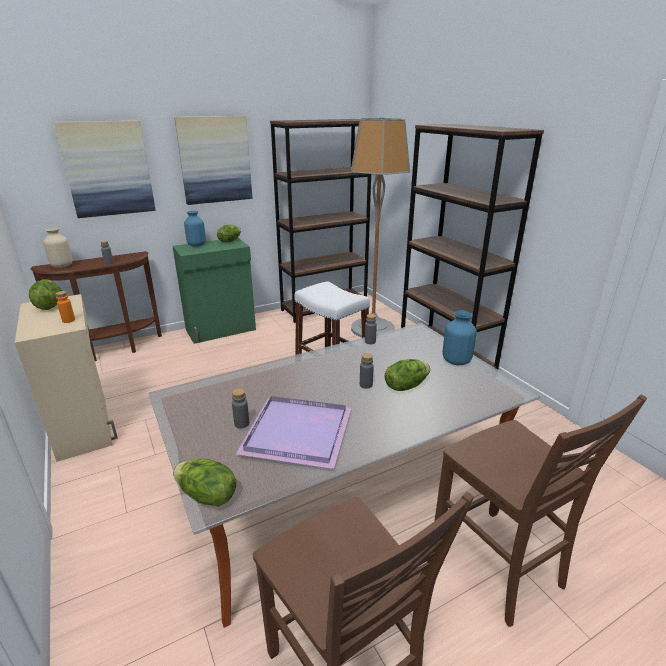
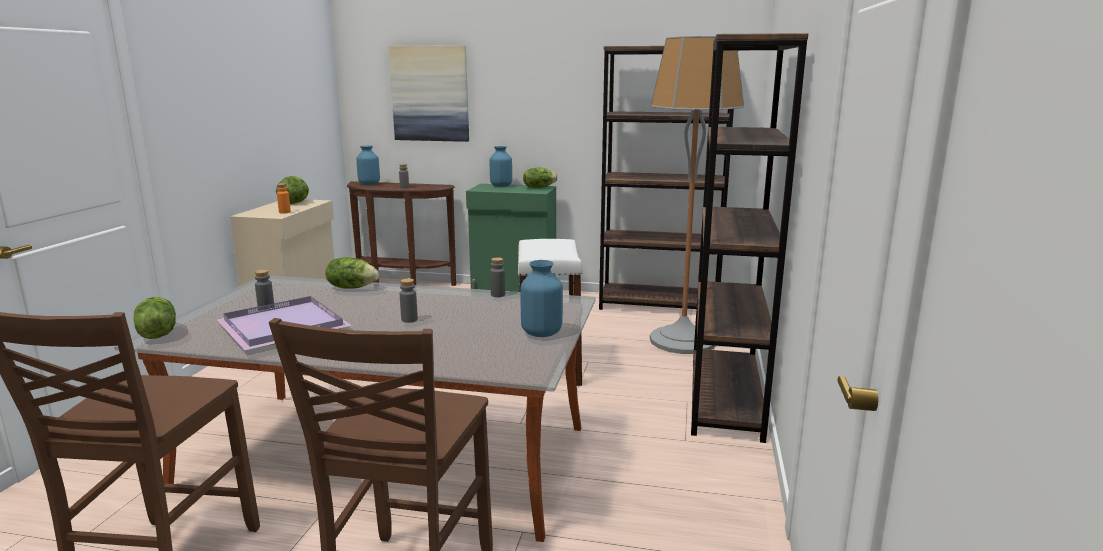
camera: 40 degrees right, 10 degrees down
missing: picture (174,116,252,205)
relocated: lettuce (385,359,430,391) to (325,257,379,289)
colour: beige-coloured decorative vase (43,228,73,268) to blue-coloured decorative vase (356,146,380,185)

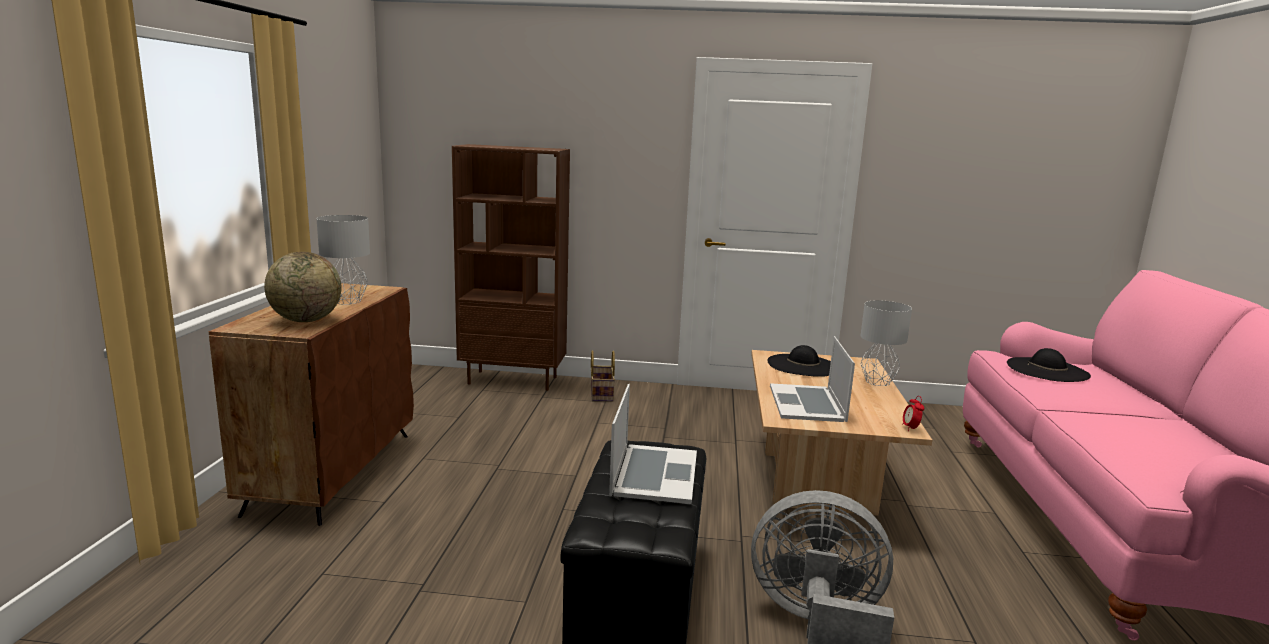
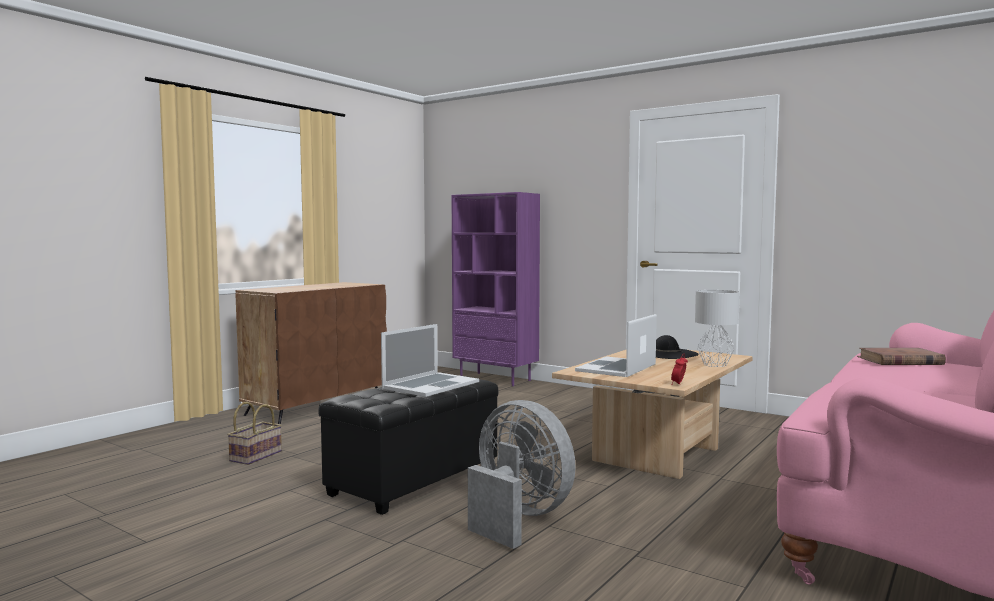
camera: 30 degrees right, 10 degrees down
missing: world globe (264,252,342,322); greyish lamp for a table (316,215,370,305)
relocated: household basket (591,350,615,402) to (227,402,282,465)
exchanged: black-coloured wearable hat (1007,348,1091,382) to brownish bound book (857,348,946,365)
colour: brownish shelving unit (452,144,570,391) to purplish shelving unit (452,192,540,386)

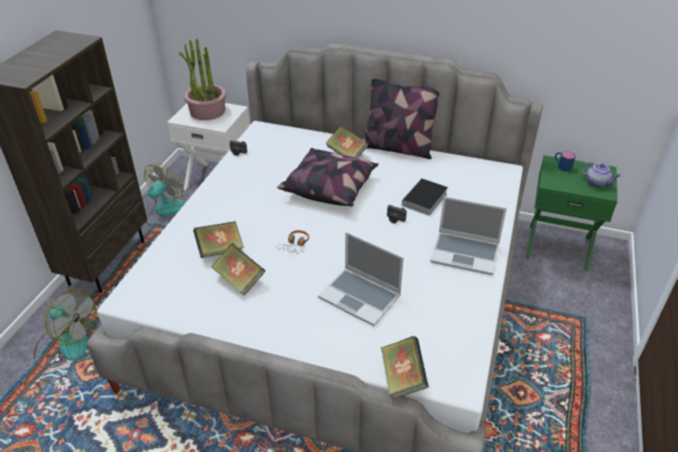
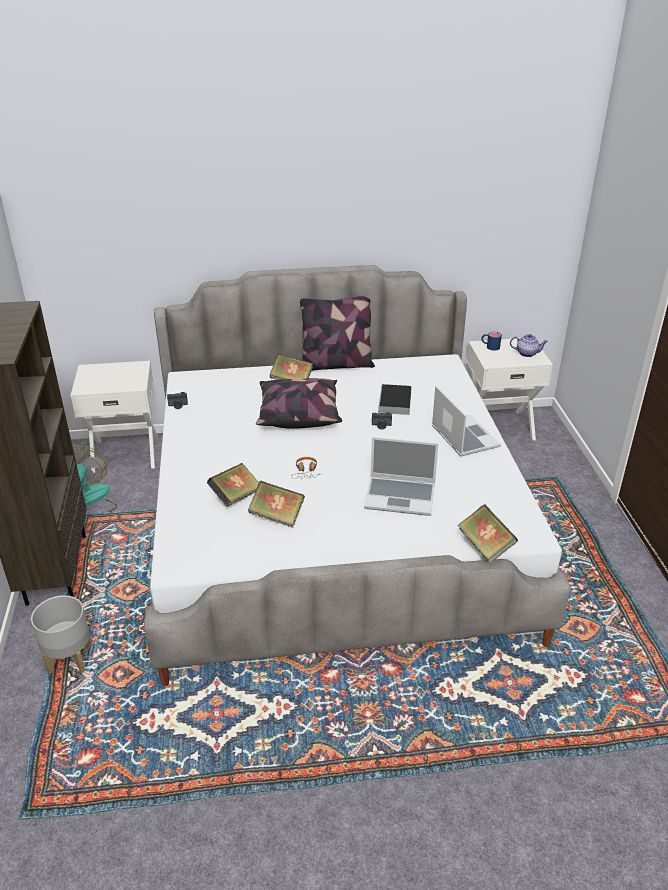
camera: 25 degrees left, 5 degrees down
missing: houseplant (179,38,227,120)
exchanged: fan (34,288,96,361) to greyish flower pot (31,595,91,674)
colour: green-coloured night table (526,155,618,272) to white night table (467,338,553,440)
spun: portable computer (430,196,507,275) = (432,386,501,456) 105 degrees counterclockwise

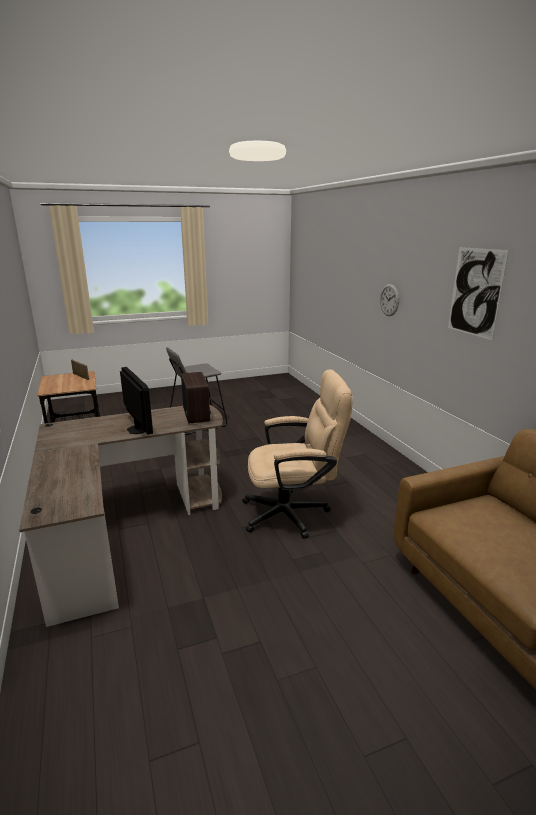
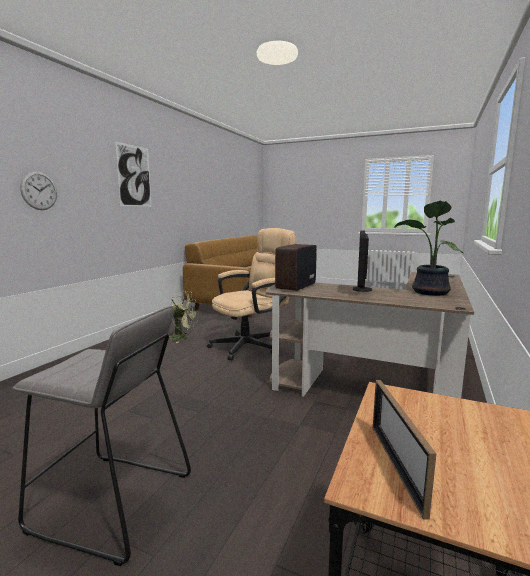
camera: 135 degrees left, 10 degrees down
appeared: green-coloured fan (168,290,199,343); houseplant (394,201,463,296)
spun: beige-coloured computer chair (242,369,353,539) = (207,228,296,360) 105 degrees clockwise

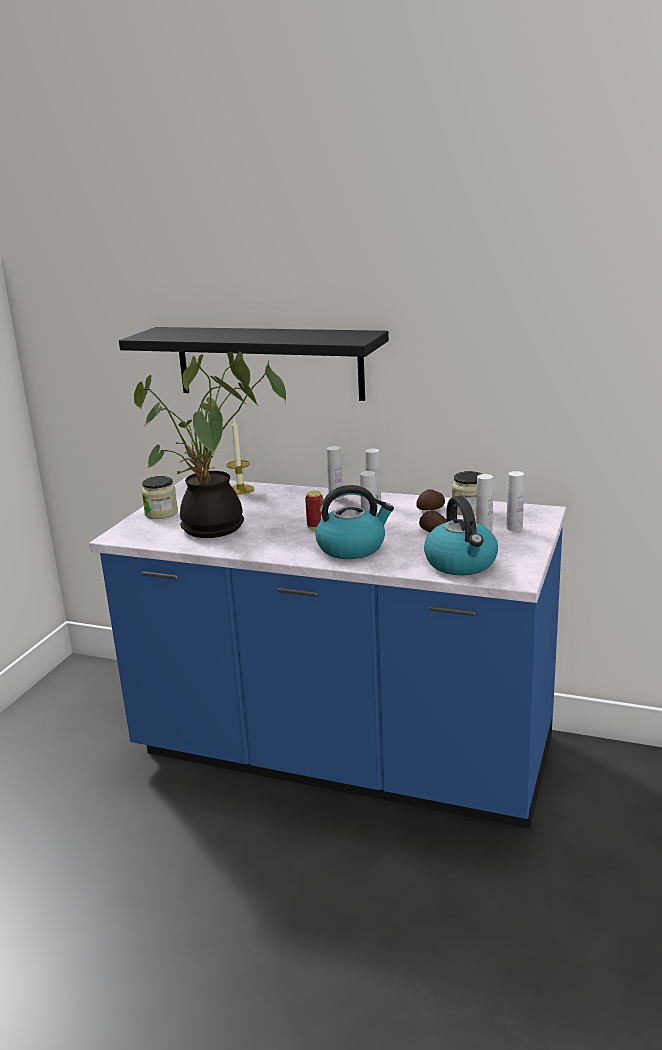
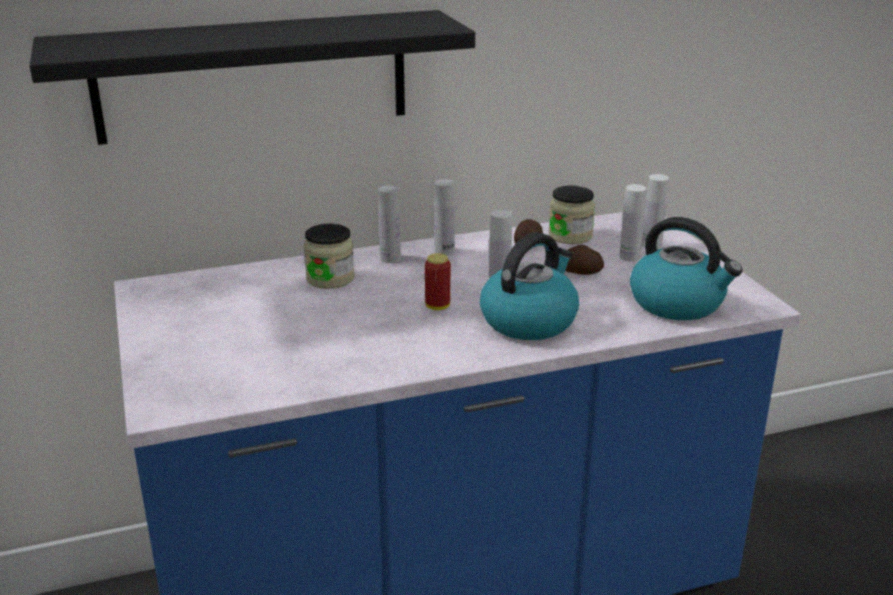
camera: 40 degrees left, 5 degrees up
missing: houseplant (134,351,286,538); candle (226,419,254,495)
relocated: storage jar (142,476,178,519) to (304,224,354,289)

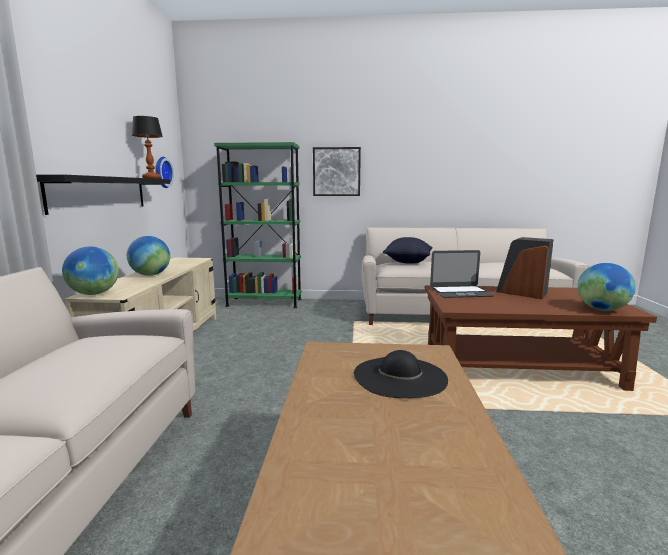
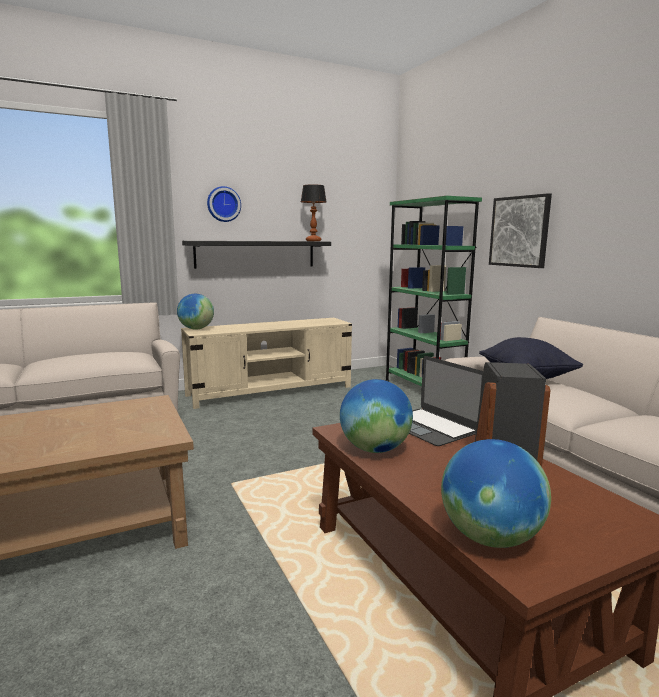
camera: 60 degrees right, 0 degrees up
missing: black-coloured wearable hat (354,350,448,398)
relocated: world globe (127,236,170,276) to (340,379,413,453); hanging clock (155,157,174,188) to (207,186,241,222)

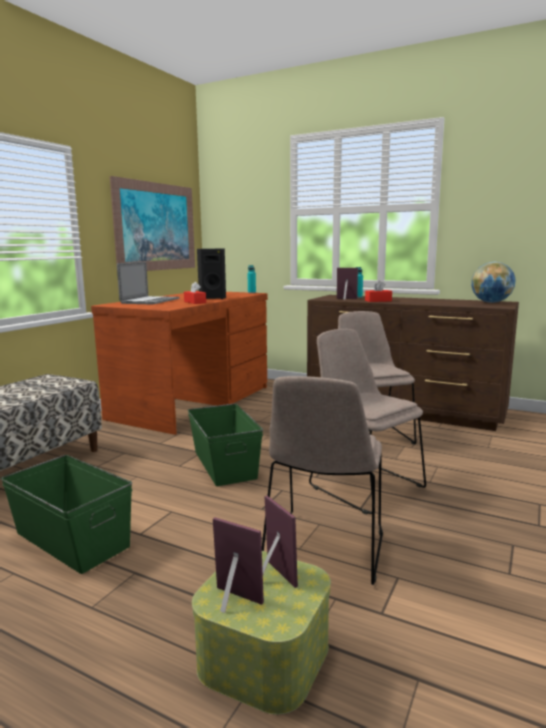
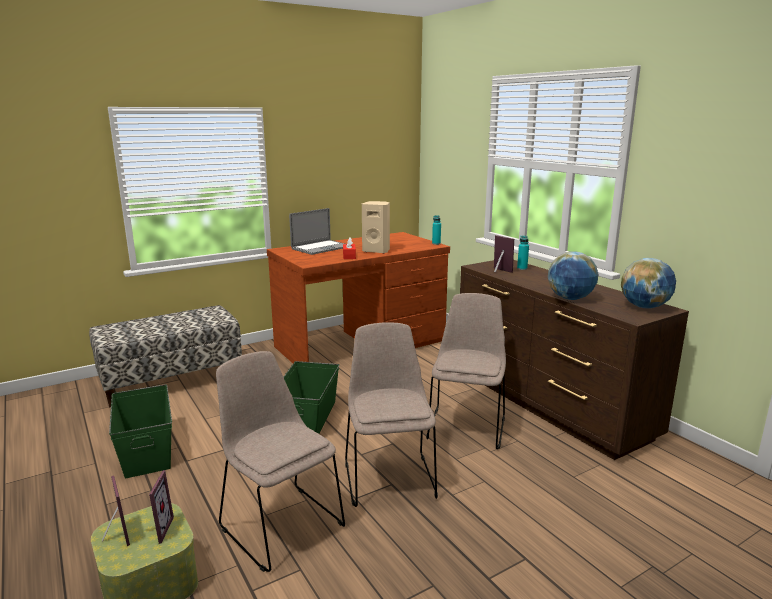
camera: 30 degrees right, 5 degrees up
missing: picture (110,176,195,271); red-coloured tissue box (365,281,392,302)
appeared: world globe (548,251,598,300)
colour: black-coloured speaker (197,249,226,299) to beige-coloured speaker (362,201,390,254)
spun: beige-coloured upright chair (262,376,383,585) = (216,351,345,572) 90 degrees clockwise

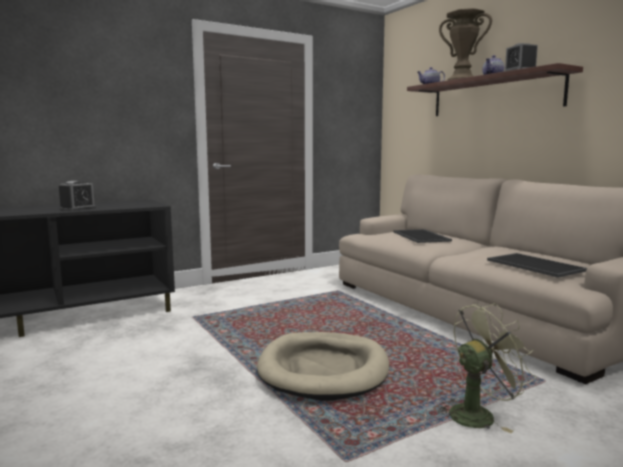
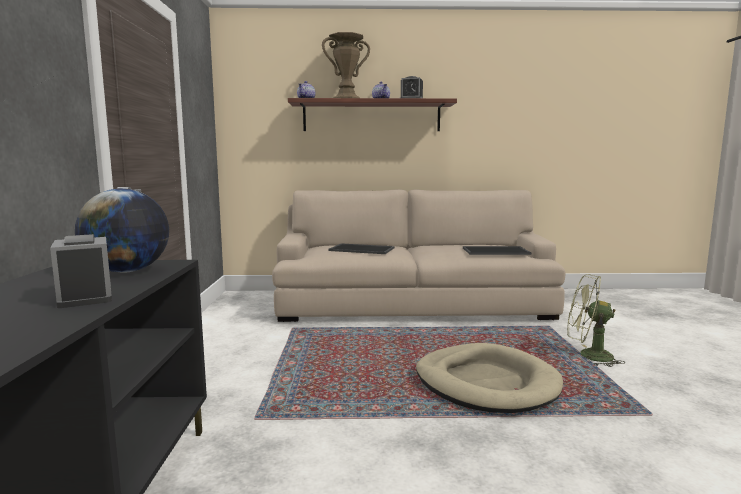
camera: 60 degrees left, 0 degrees up
appeared: world globe (75,189,169,273)
spun: green-coloured fan (438,303,536,433) = (567,274,625,367) 75 degrees counterclockwise

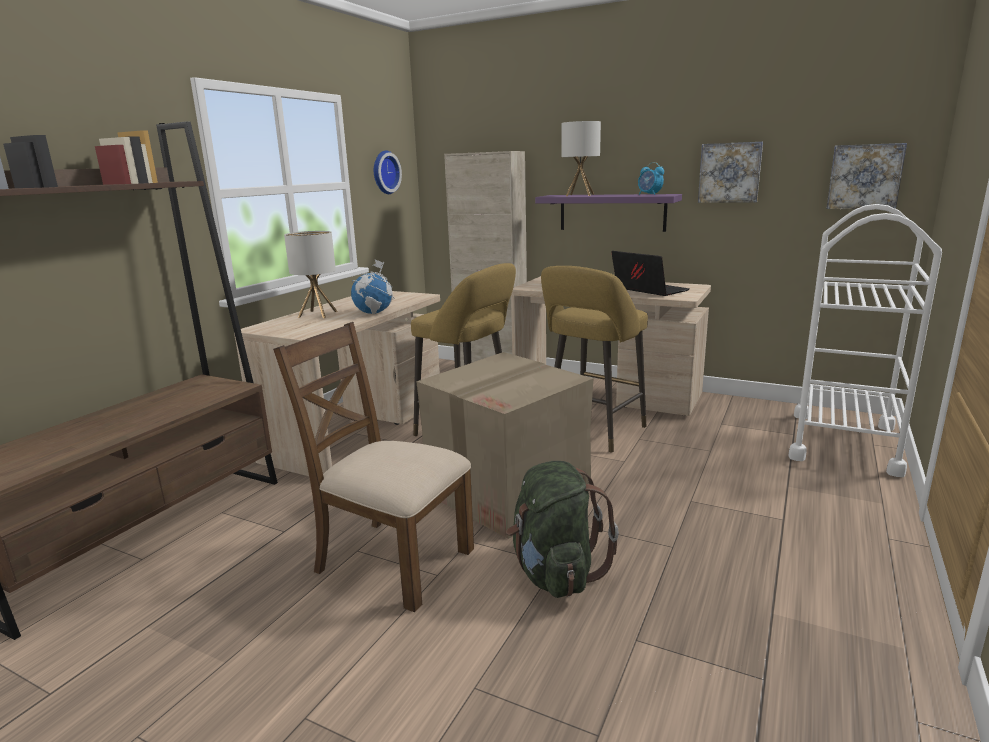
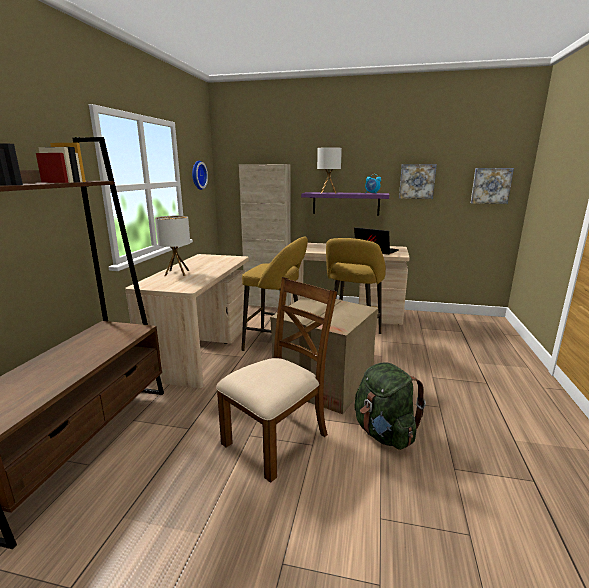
camera: 15 degrees left, 0 degrees up
missing: world globe (351,259,395,314); white cart (788,204,942,477)
spun: brownish upright chair (273,322,474,612) = (216,277,337,483) 120 degrees clockwise

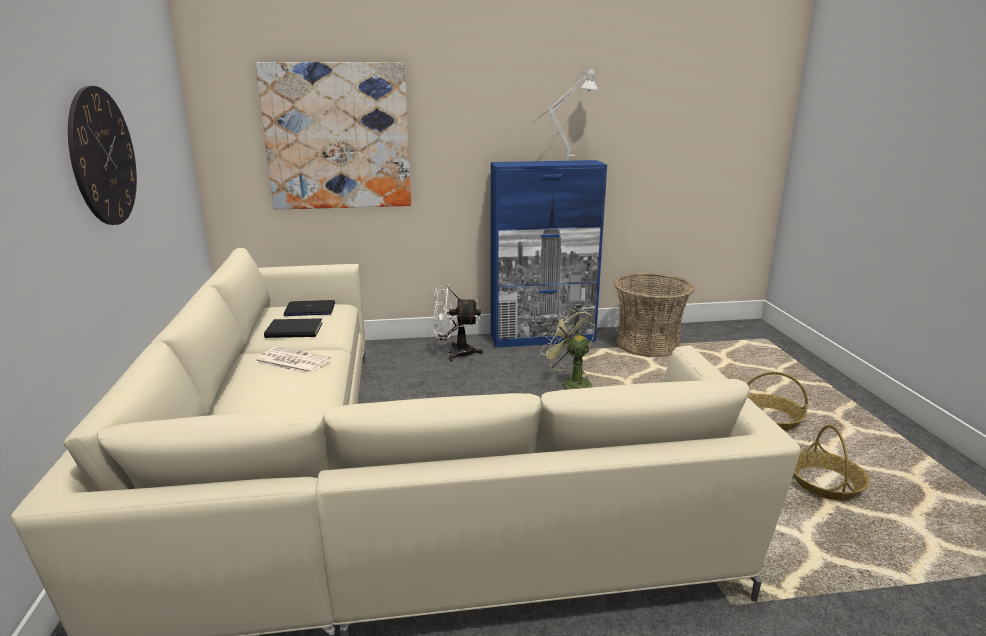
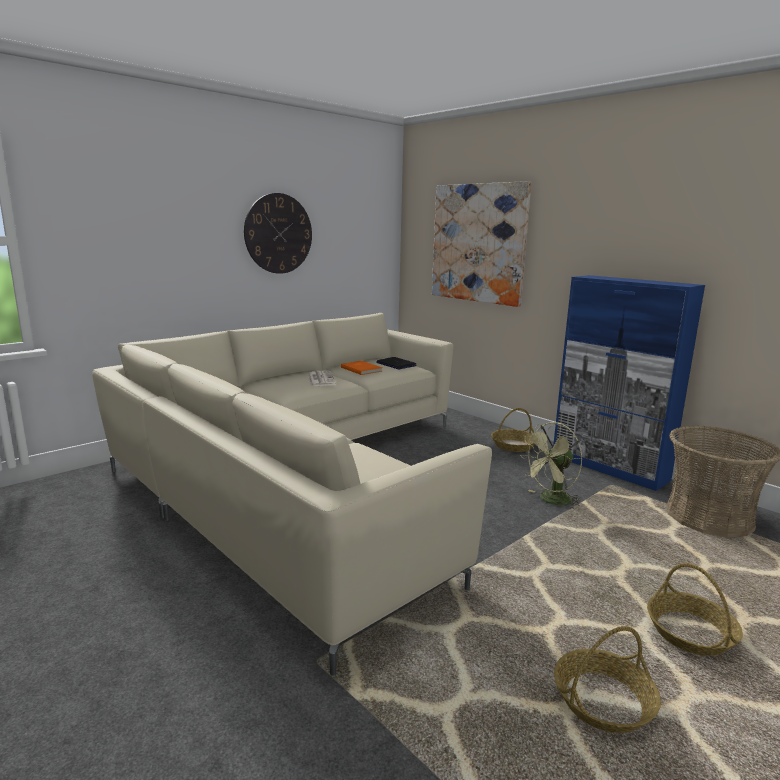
camera: 55 degrees right, 5 degrees down
missing: greyish lamp for a table (534,68,598,161)
exchanged: white fan (433,285,483,361) to household basket (491,408,535,452)
colour: black-coloured bound book (264,318,323,338) to orangey bound book (341,361,383,375)
spun: green-coloured fan (540,308,596,391) = (520,422,582,510) 135 degrees counterclockwise

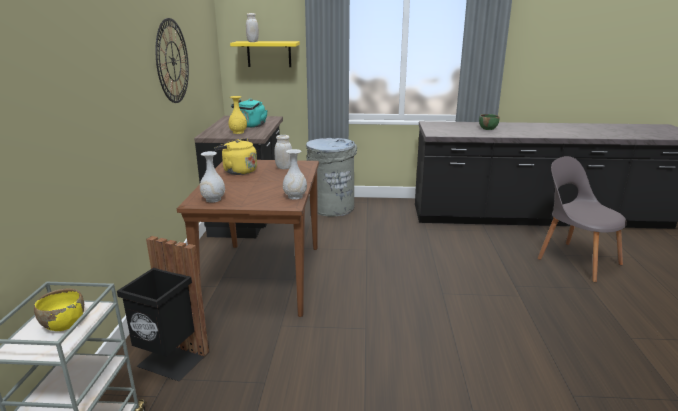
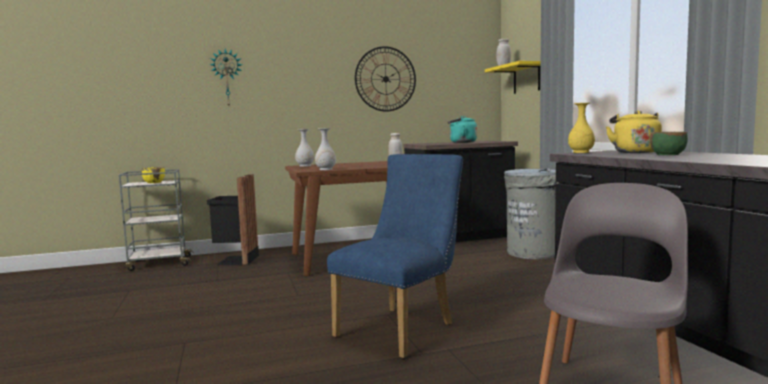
camera: 70 degrees right, 15 degrees down
appeared: hanging clock (209,48,242,106); blue-coloured upright chair (327,154,463,359)
relocated: yellow-coloured water kettle (214,138,257,175) to (606,111,662,153); yellow-coloured decorative vase (228,96,247,134) to (568,103,595,153)

